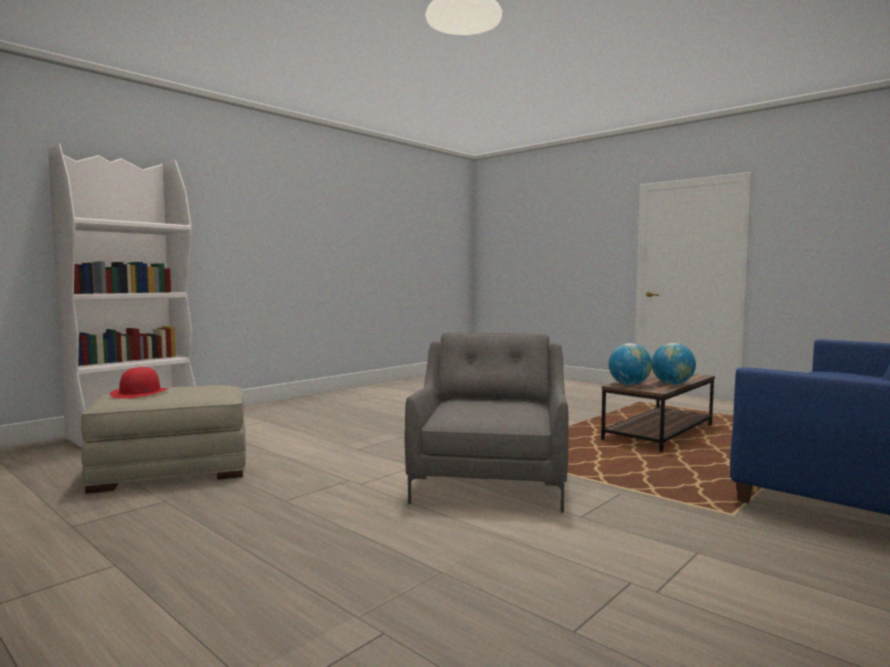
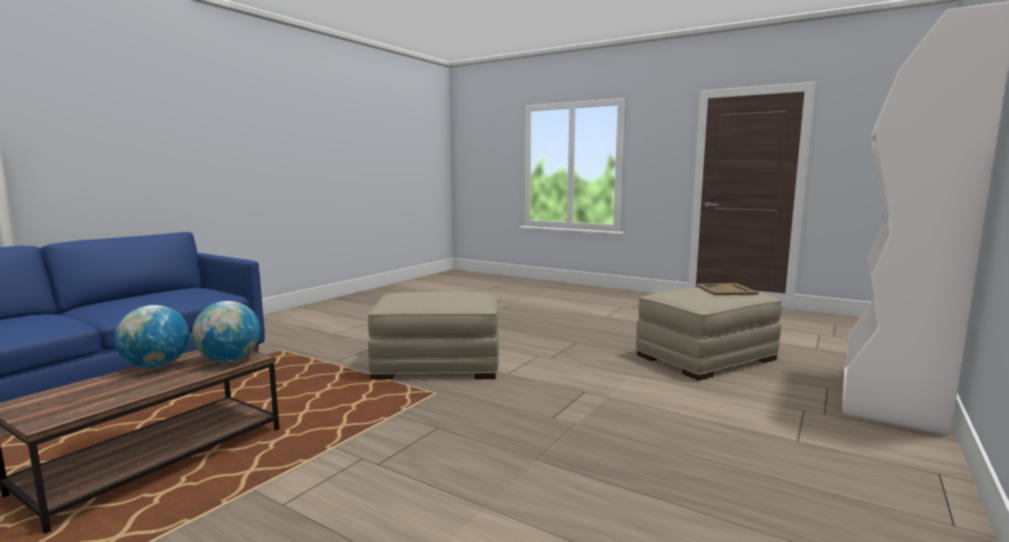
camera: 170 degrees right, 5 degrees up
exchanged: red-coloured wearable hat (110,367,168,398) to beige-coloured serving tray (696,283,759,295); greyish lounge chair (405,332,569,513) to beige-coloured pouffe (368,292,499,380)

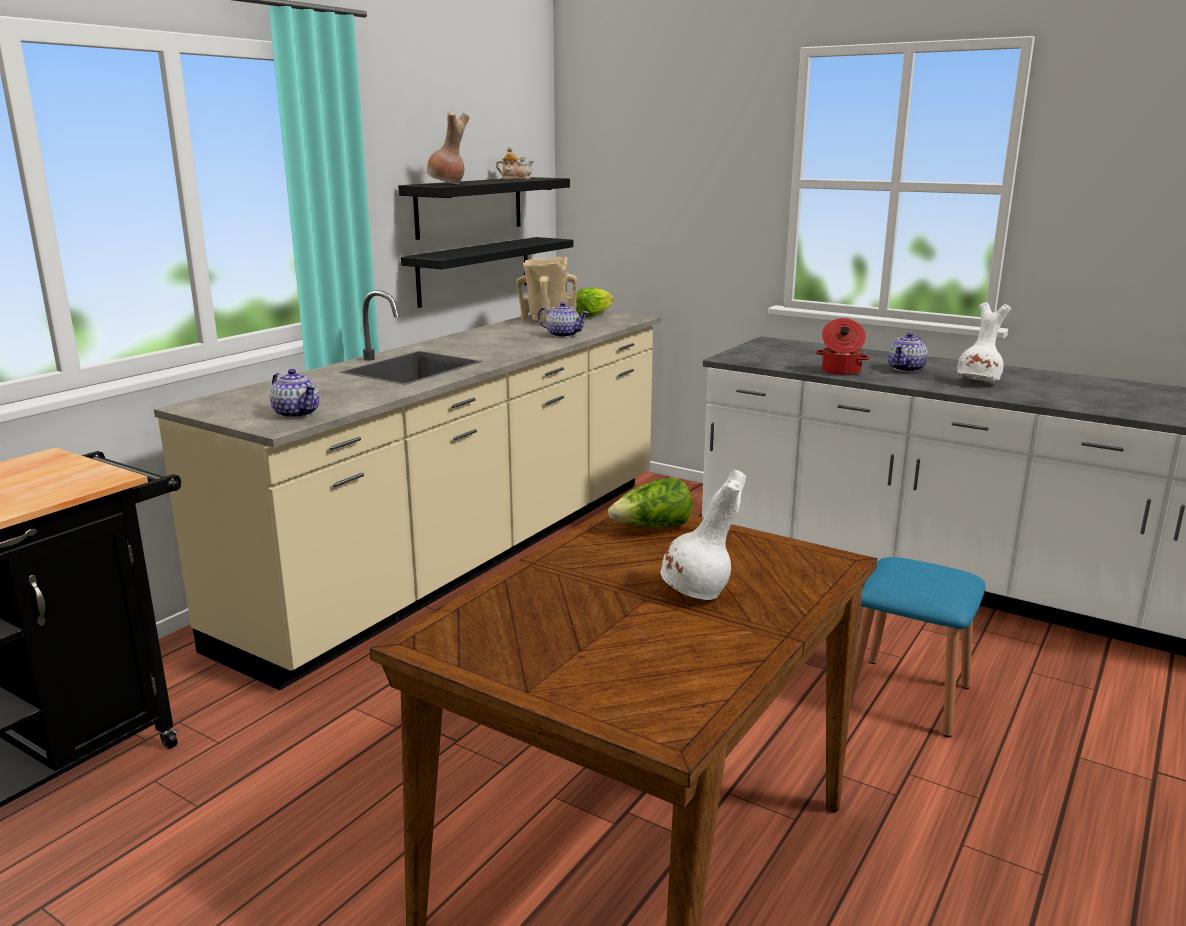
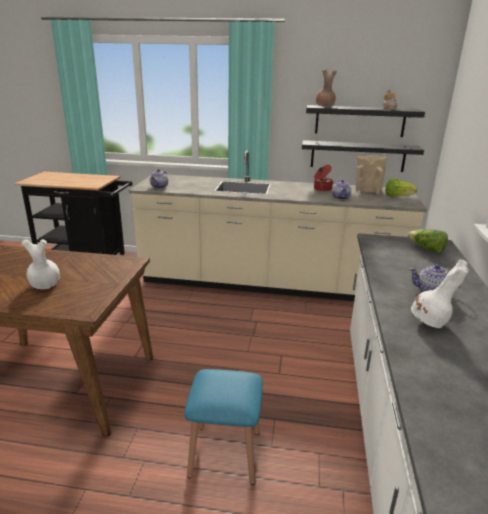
camera: 65 degrees right, 5 degrees up
relocated: lettuce (608,478,692,528) to (408,229,448,253); cooking pot (815,318,870,376) to (314,165,334,192)

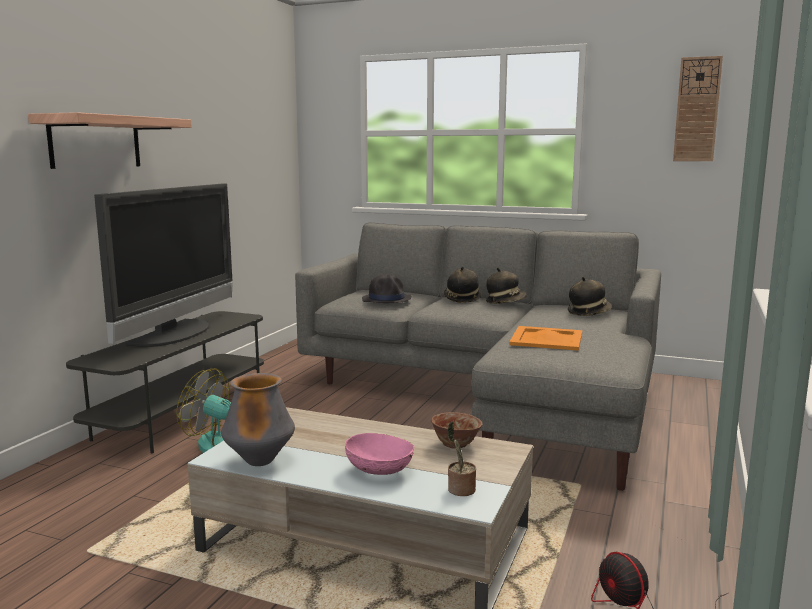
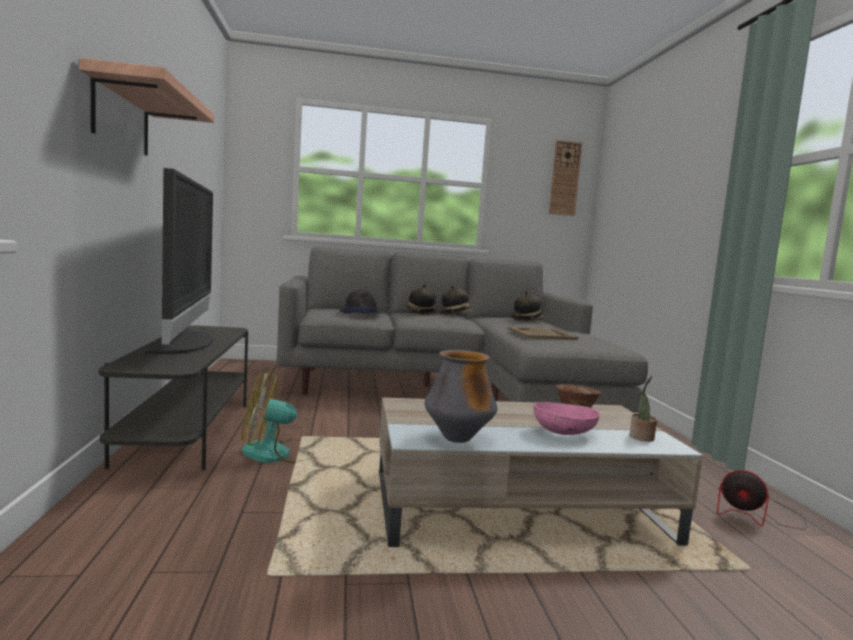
camera: 30 degrees left, 5 degrees down
colour: orangey serving tray (509,326,582,351) to beige-coloured serving tray (508,326,579,340)

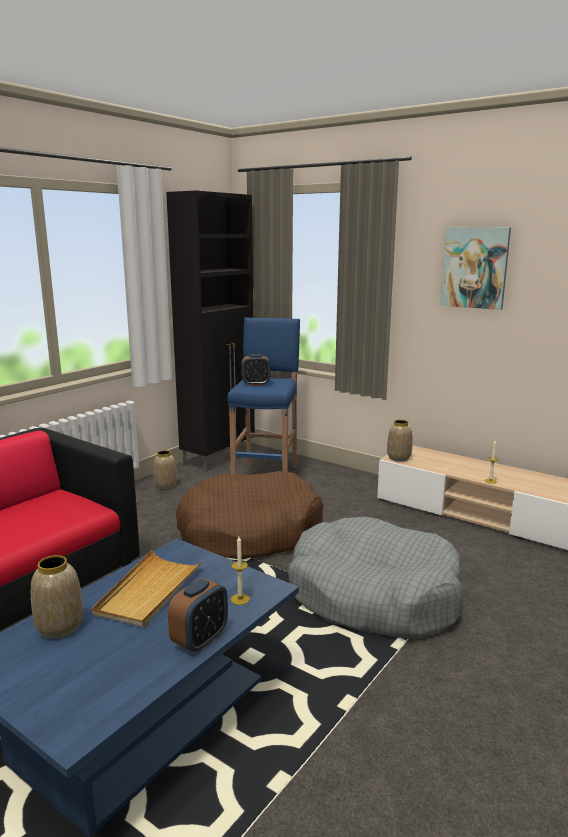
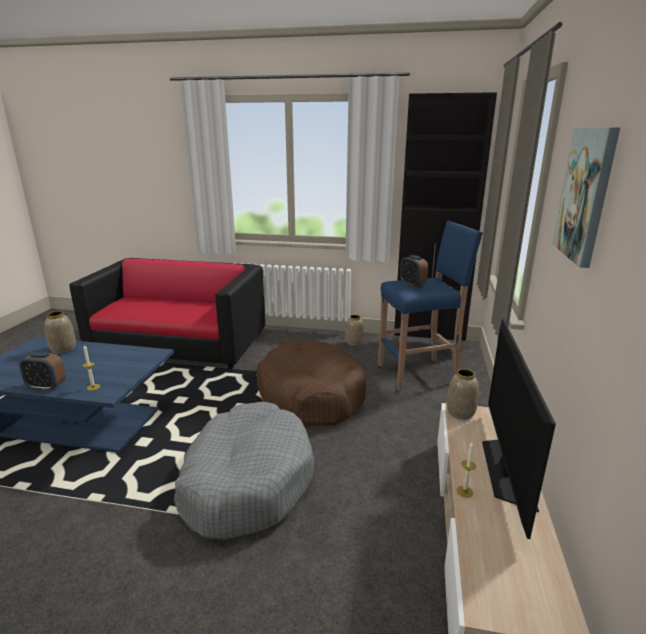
camera: 65 degrees right, 5 degrees up
missing: beige-coloured serving tray (92,550,203,628)
appeared: TV set (482,319,556,539)

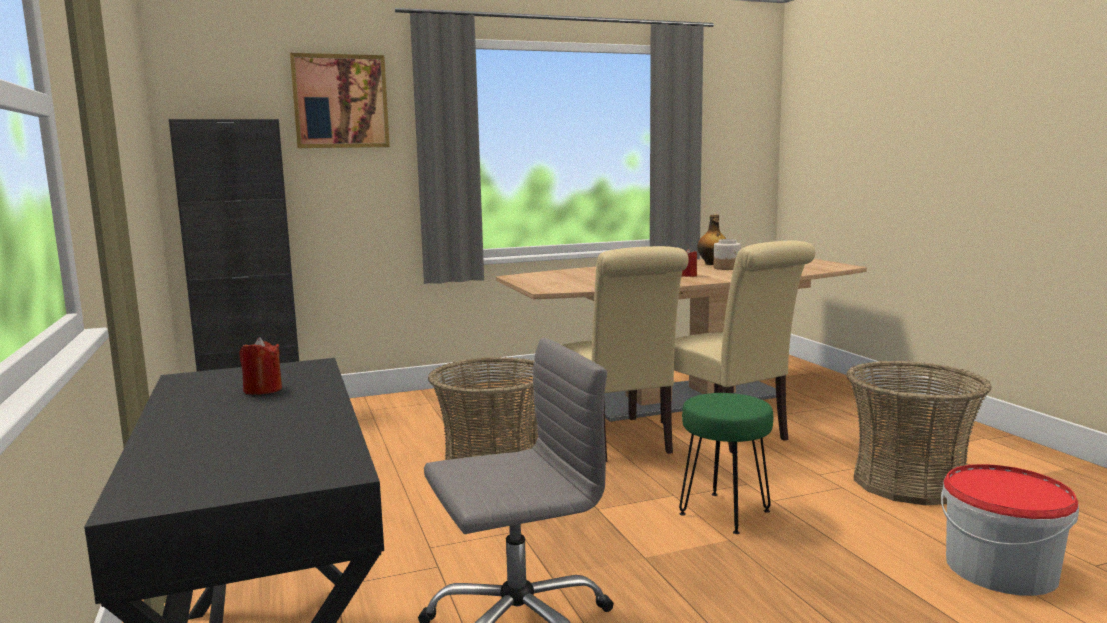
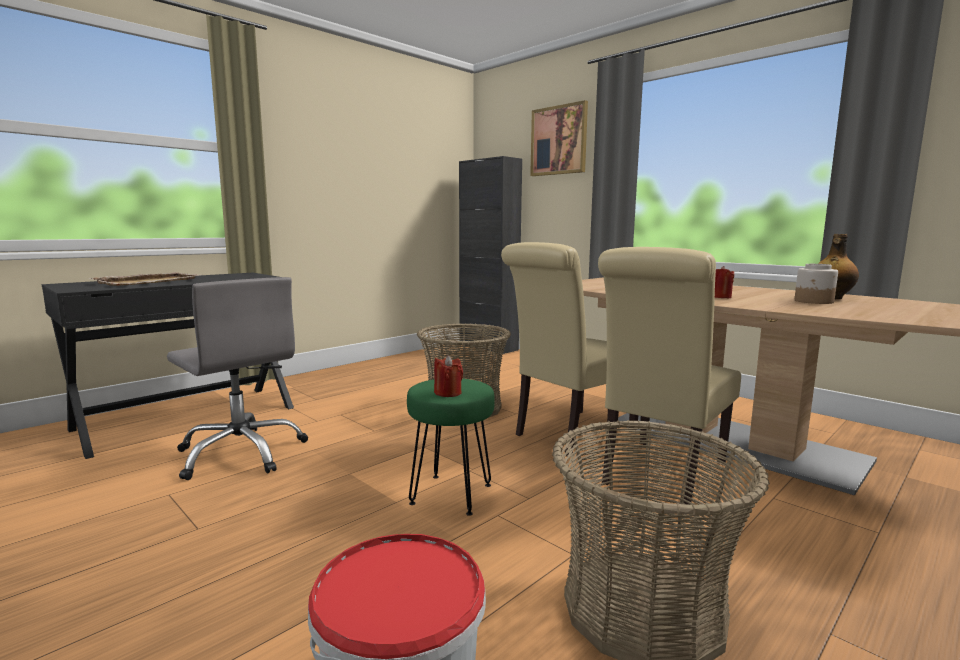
camera: 65 degrees right, 0 degrees up
appeared: beige-coloured serving tray (88,272,199,286)
relocated: red-coloured candle (239,337,282,395) to (434,355,463,397)

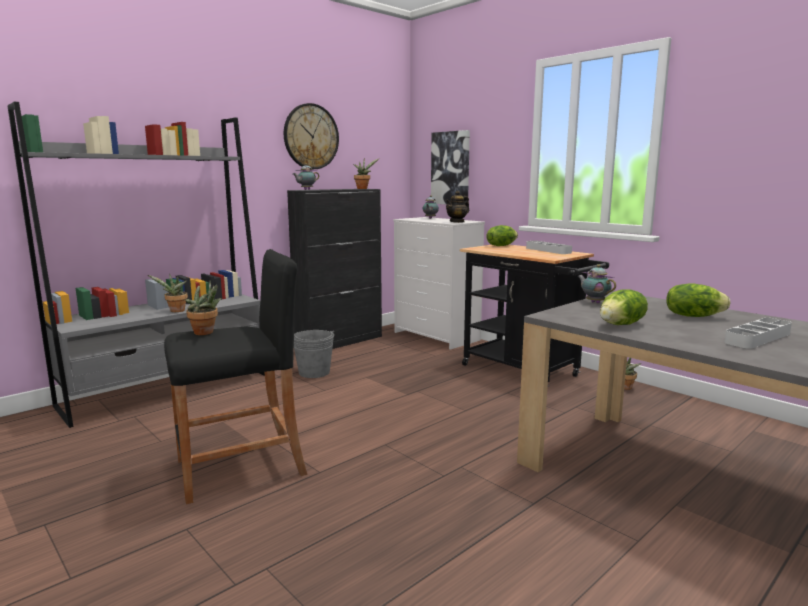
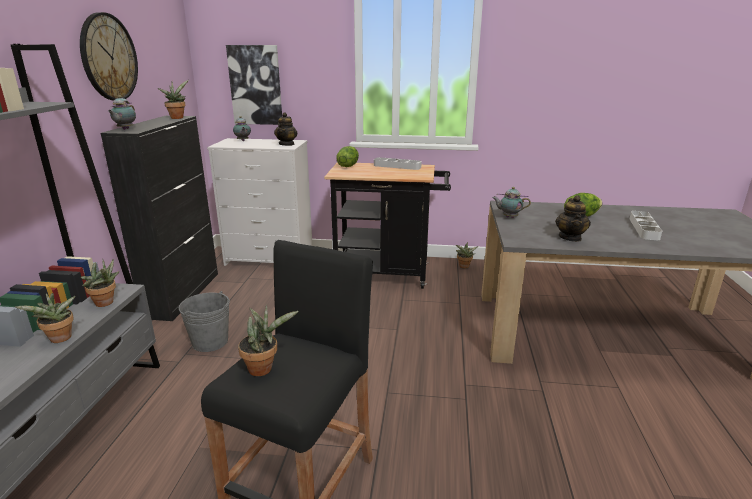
camera: 40 degrees left, 10 degrees up
appeared: houseplant (81,259,120,307)
exchanged: lettuce (600,289,648,325) to teapot (555,195,591,242)

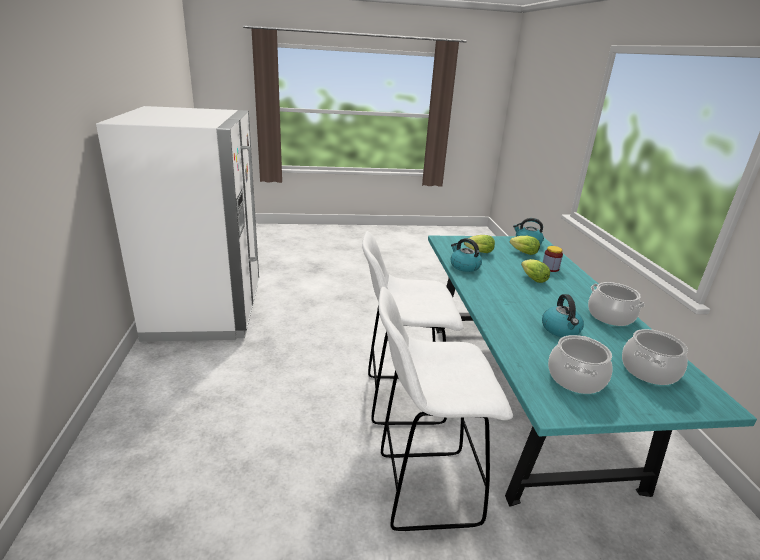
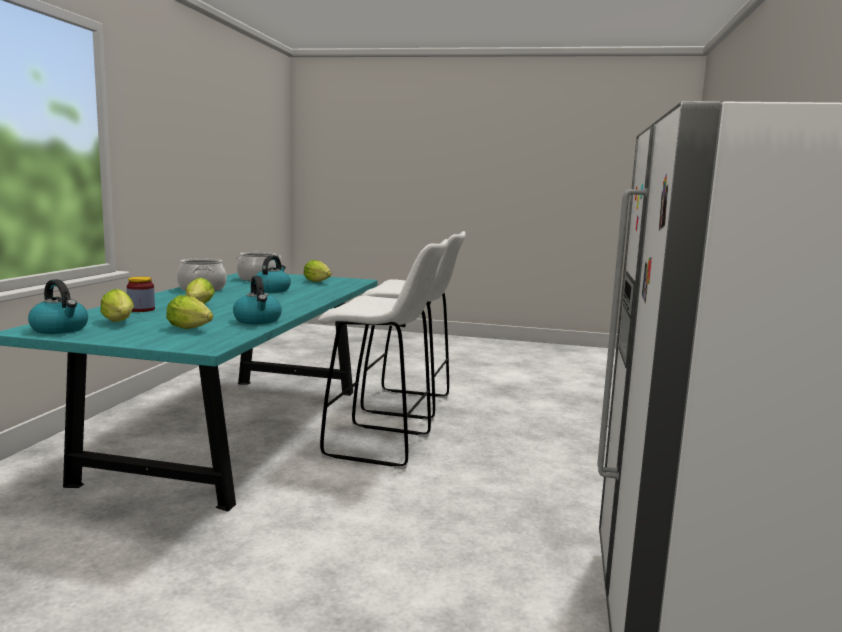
camera: 160 degrees left, 15 degrees down
exchanged: cooking pot (548,335,613,394) to lettuce (304,260,332,282)

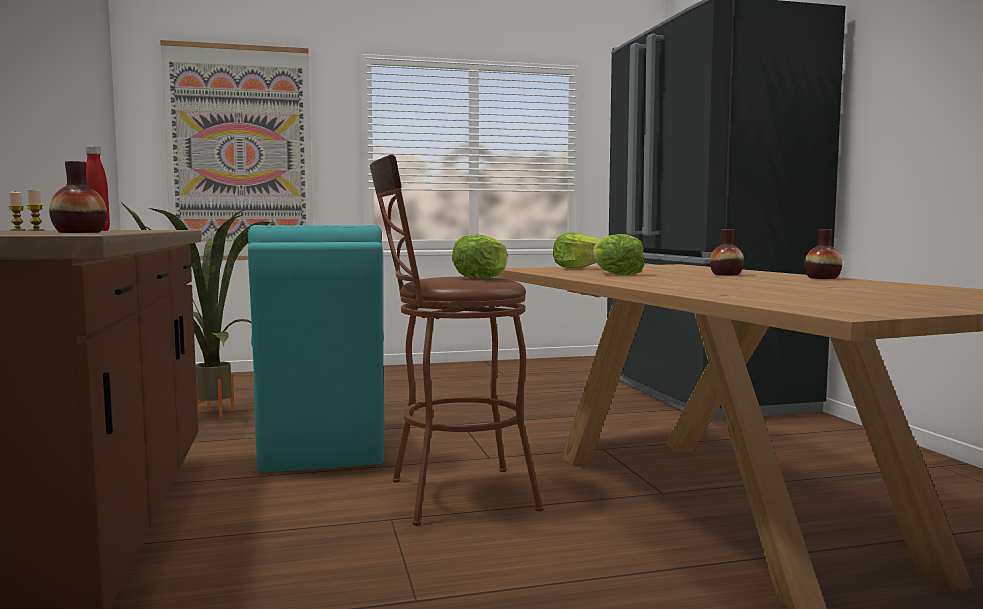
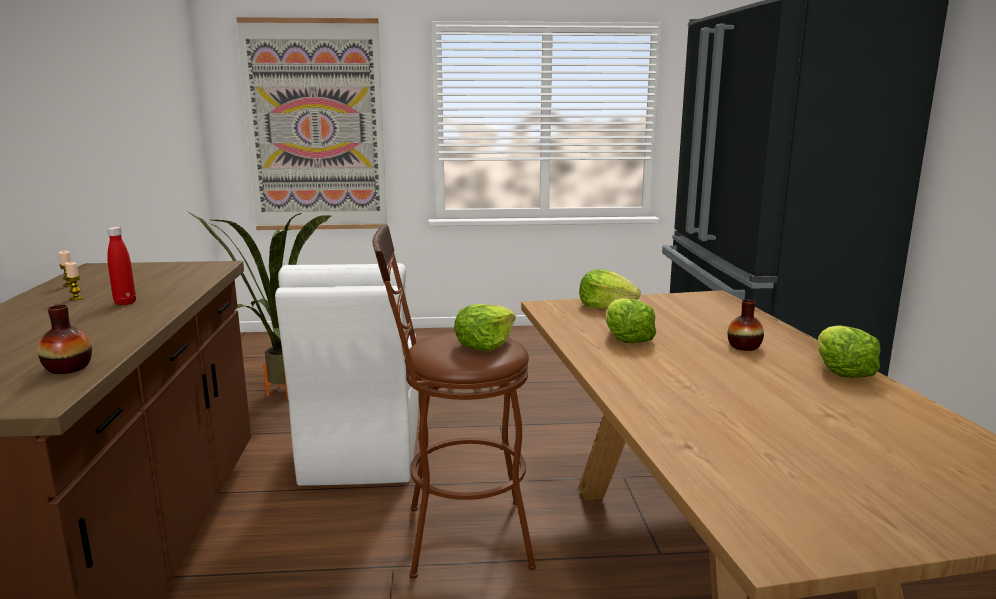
camera: 10 degrees right, 10 degrees up
exchanged: decorative vase (804,229,842,279) to lettuce (818,325,881,378)
colour: blue-green upright chair (248,225,384,473) to white upright chair (275,263,419,486)

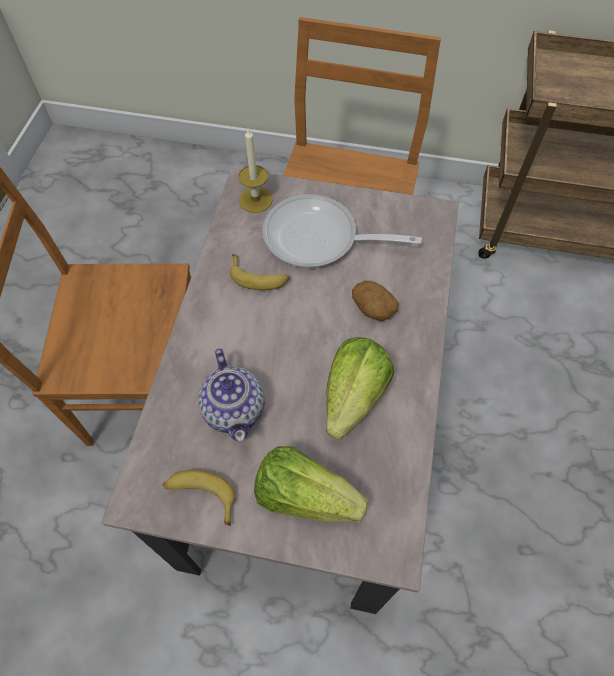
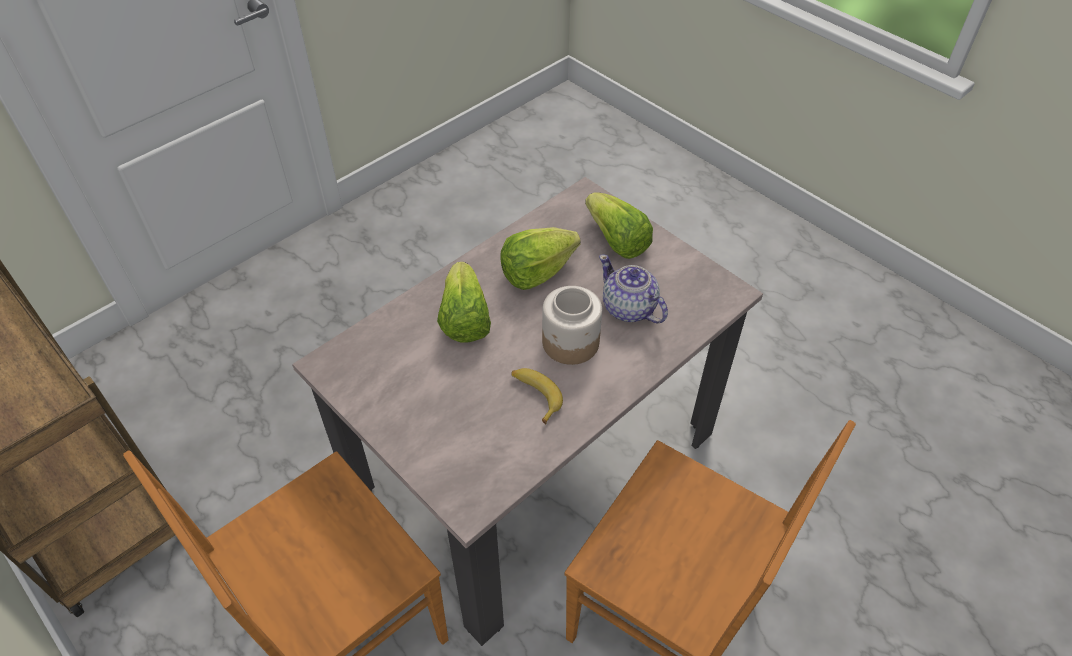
camera: 145 degrees left, 10 degrees down
missing: whole banana (163,470,235,526); candle (238,128,273,213); skillet (263,194,422,268)
appeared: storage jar (542,286,602,365)
exchanged: potato (352,281,398,321) to lettuce (437,262,491,343)
spun: teapot (198,348,265,442) = (599,254,668,323) 60 degrees counterclockwise

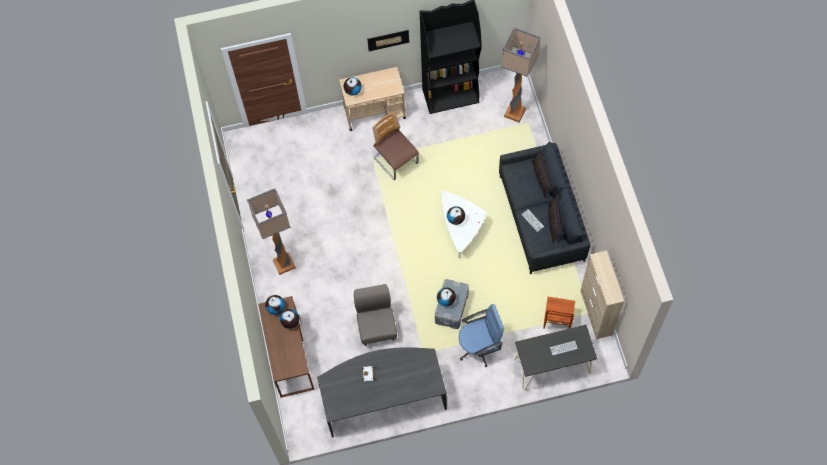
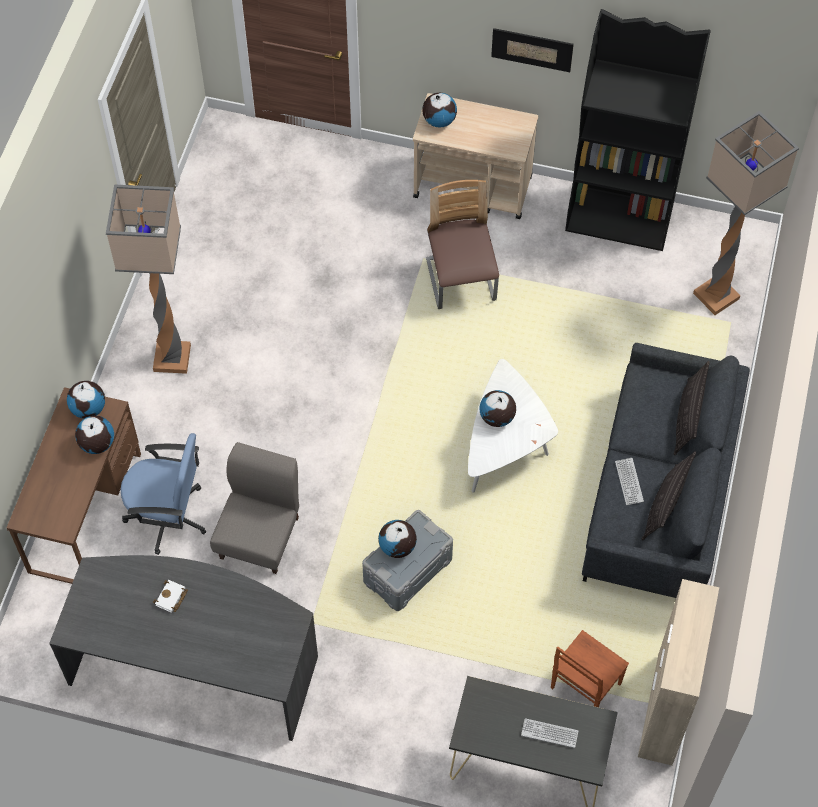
camera: 25 degrees right, 5 degrees down
relocated: blue-coloured computer chair (459,304,504,367) to (121,433,206,555)

